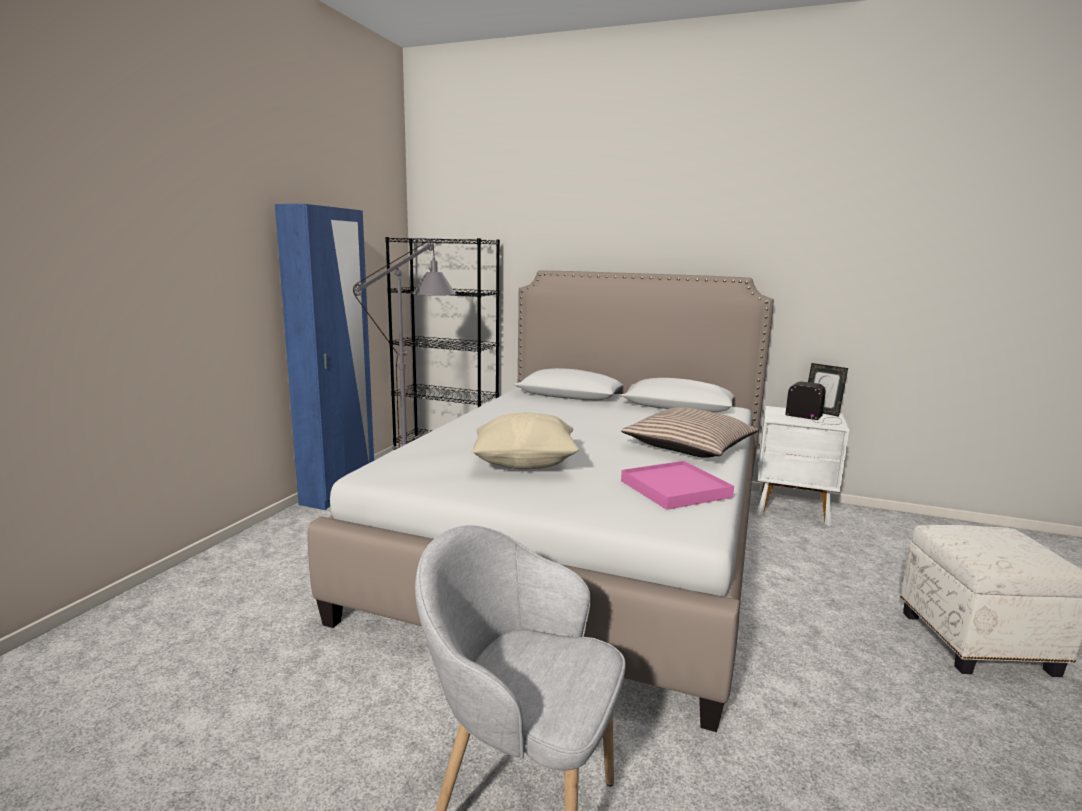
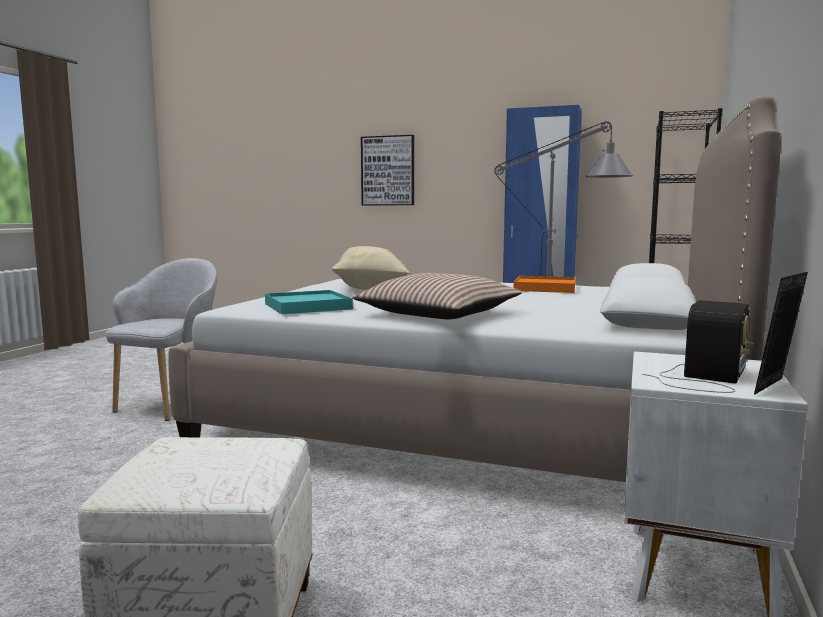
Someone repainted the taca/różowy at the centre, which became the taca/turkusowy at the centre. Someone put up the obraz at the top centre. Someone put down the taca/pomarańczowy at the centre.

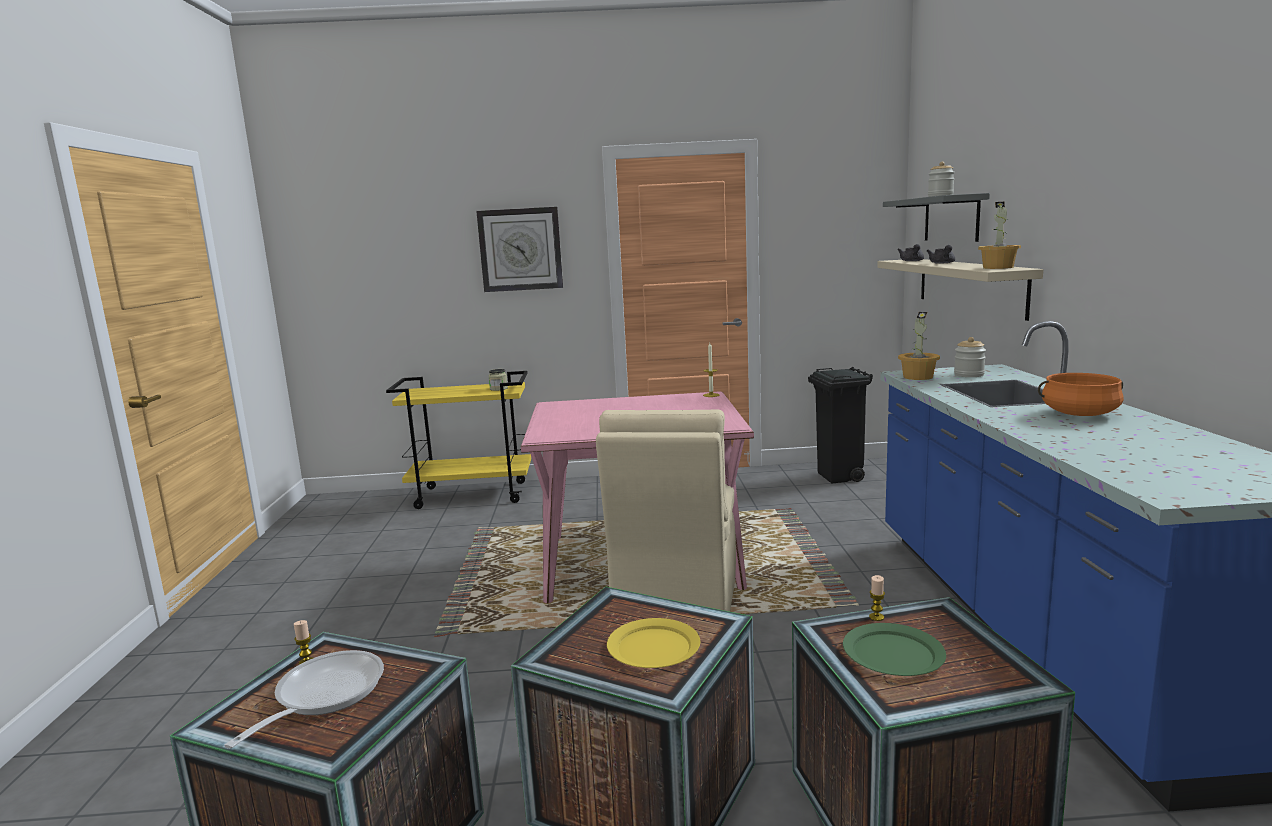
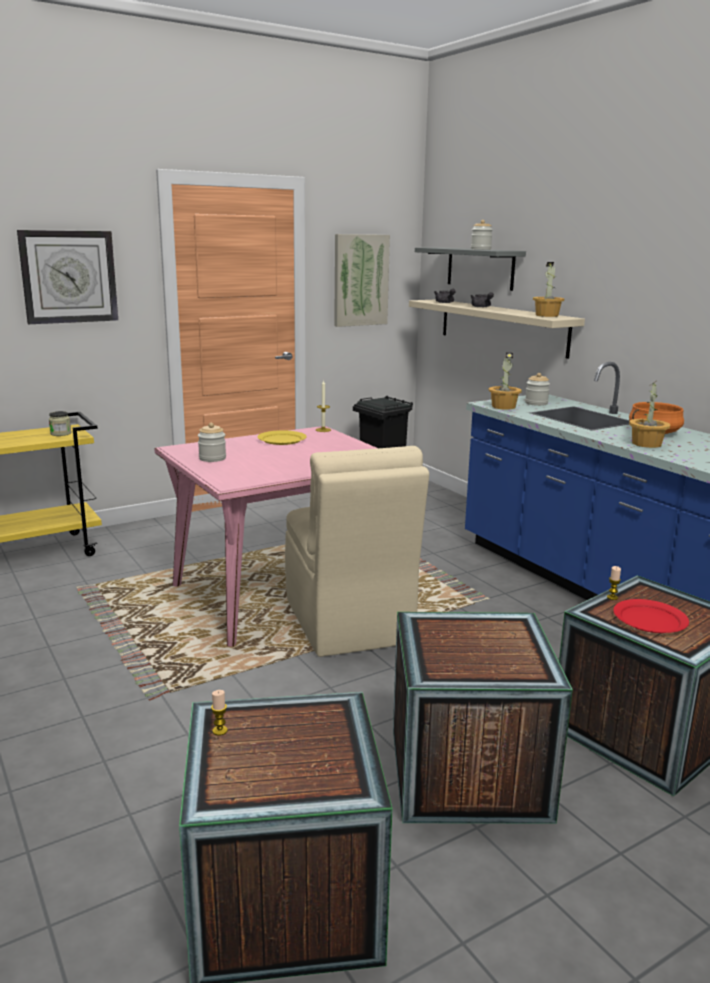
Someone took away the patelnia at the bottom left. Someone carried the talerz/żółty from the bottom centre to the centre. Someone repainted the talerz/zielony at the bottom right, which became the talerz/czerwony at the middle right. Someone put down the słoik (2nd from left) at the middle left. Someone put up the obraz at the top centre. Someone put down the roślina doniczkowa (3rd from left) at the middle right.

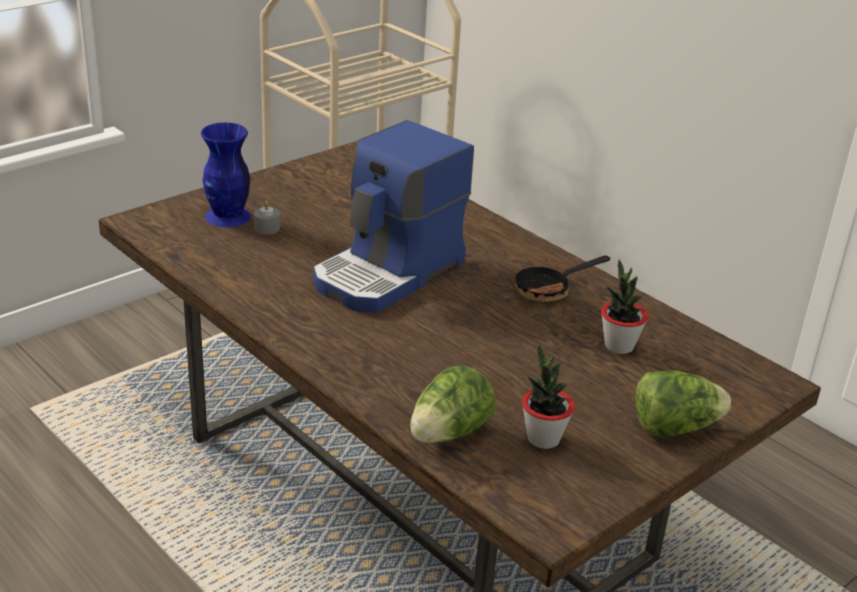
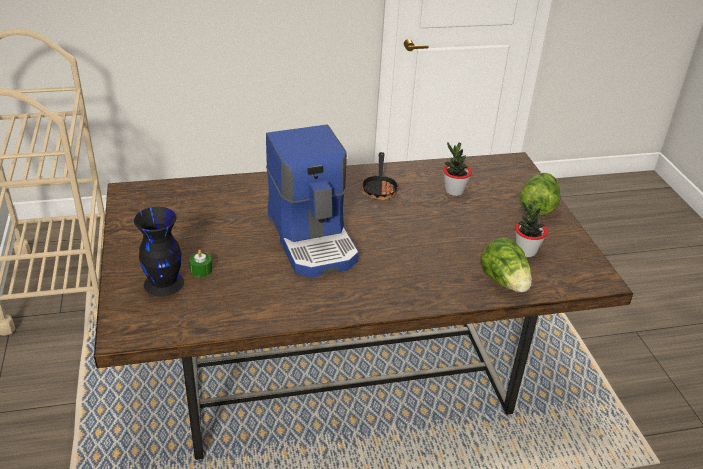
Someone repainted the wazon/niebieski at the top left, which became the wazon/czarny at the middle left. Someone repainted the świeca/szary at the middle left, which became the świeca/zielony at the middle left.

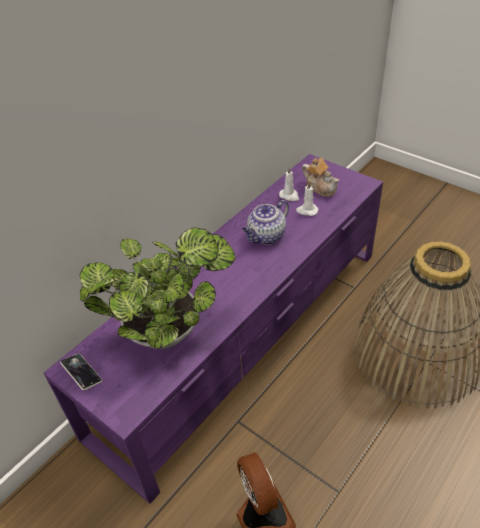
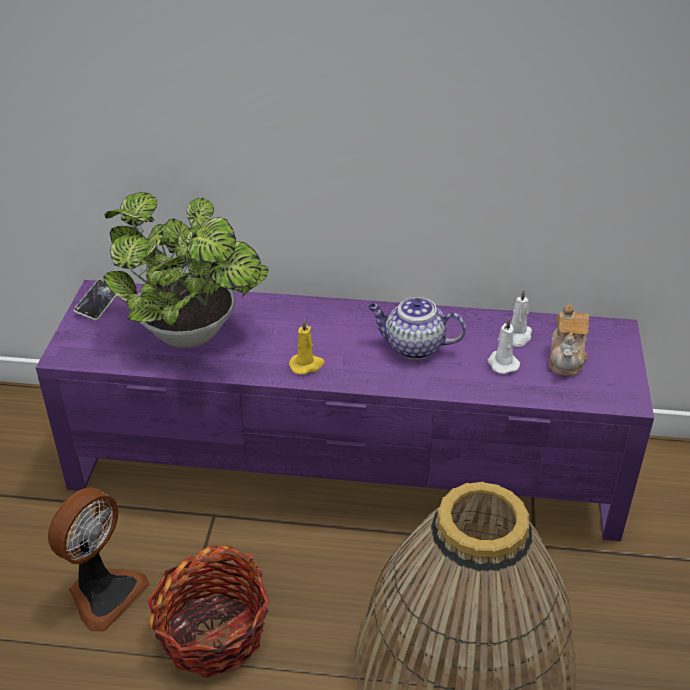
Someone put down the koszyk (1st from left) at the bottom left. Someone put down the świeca/żółty at the centre.

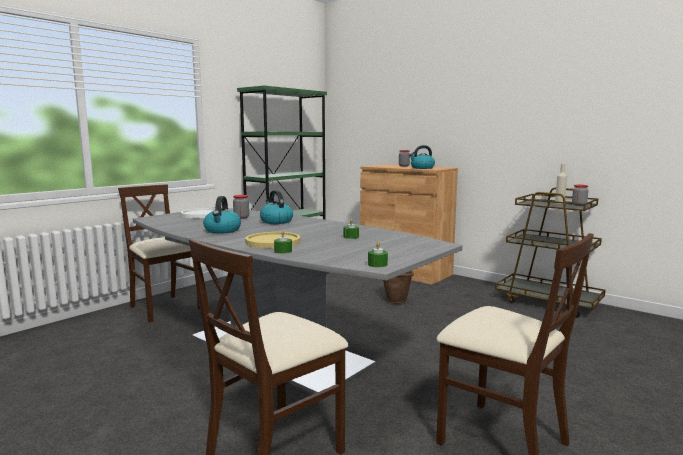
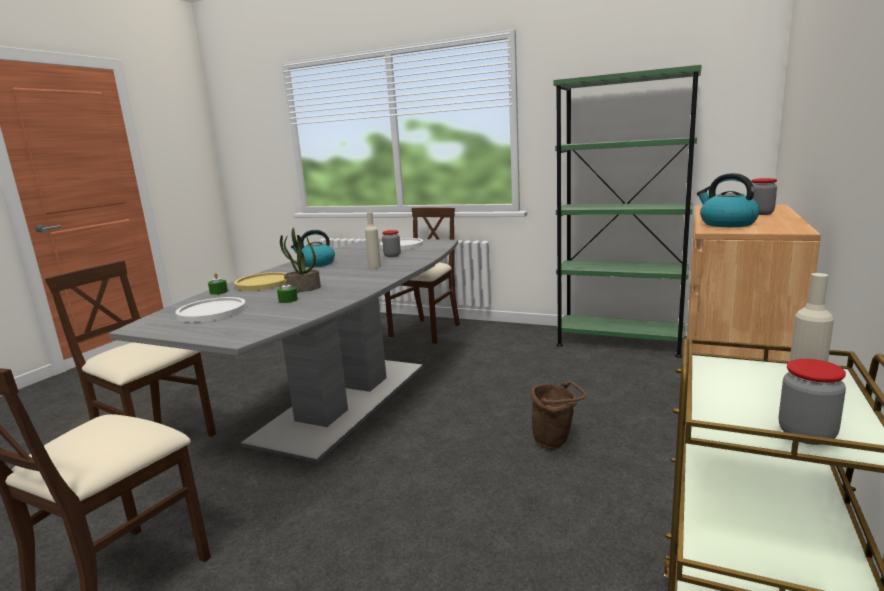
Someone swapped the czajnik (2nd from left) at the centre for the butelka/beżowy (1st from left) at the centre. Someone took away the świeca/zielony (3rd from left) at the centre. Someone put down the talerz/biały (1st from left) at the middle left. Someone put down the roślina doniczkowa at the centre.

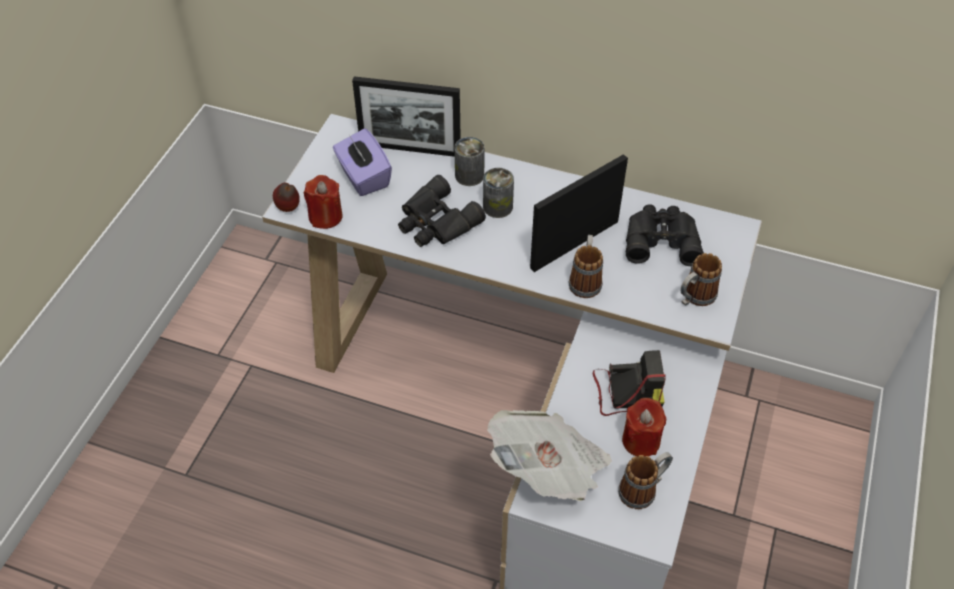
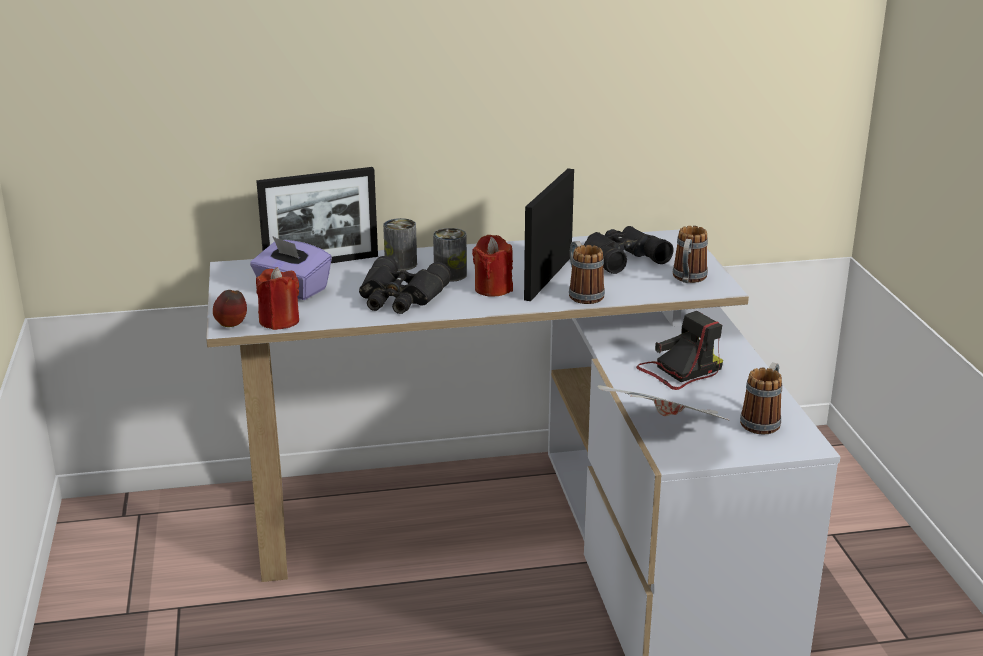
Someone carried the świeca/czerwony (2nd from left) from the bottom right to the centre.

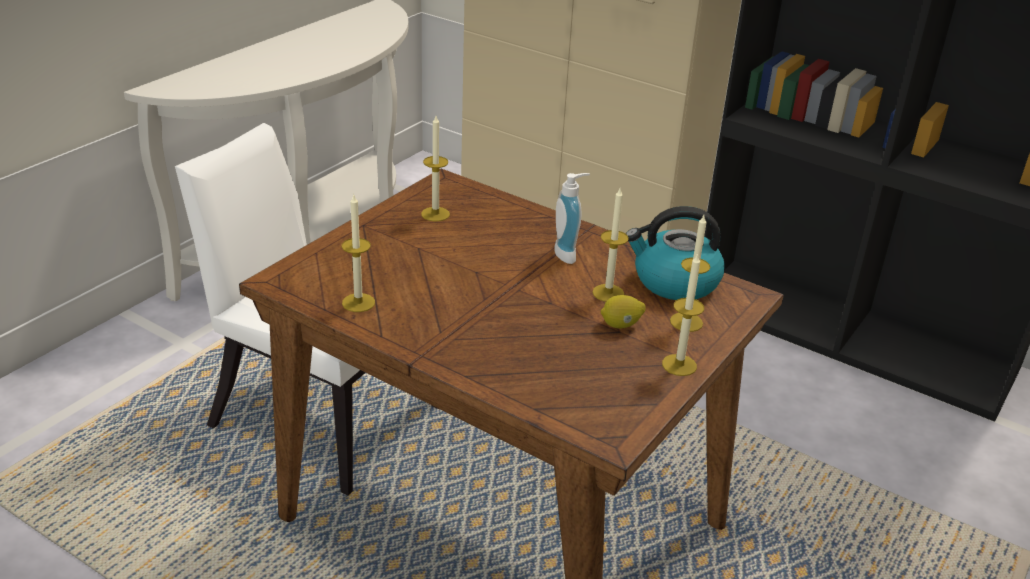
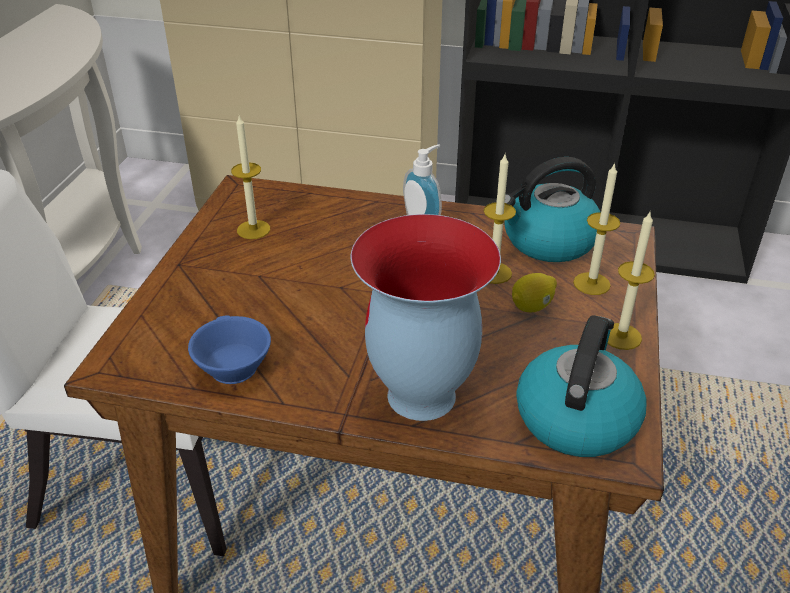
Someone swapped the świeca (1st from left) at the centre for the filiżanka/niebieski at the middle left. Someone put down the wazon at the centre. Someone put down the czajnik (2nd from left) at the middle right.

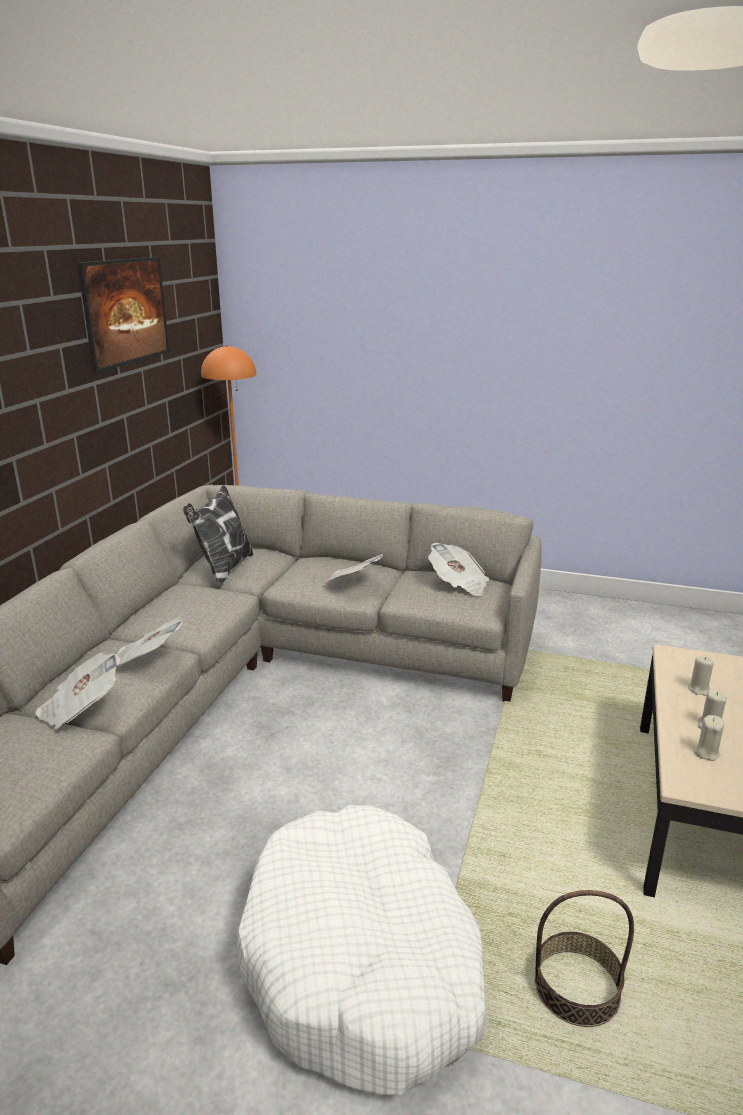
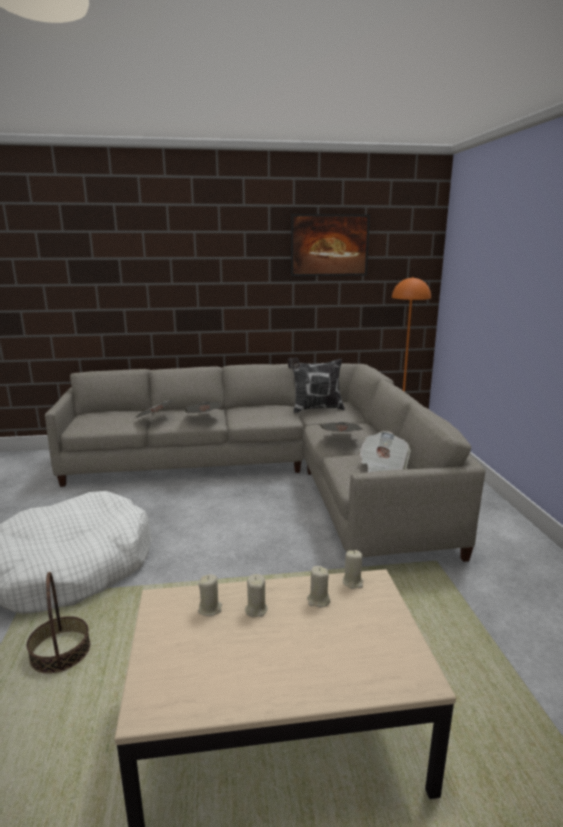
Someone put down the świeca/beżowy (4th from left) at the bottom centre.

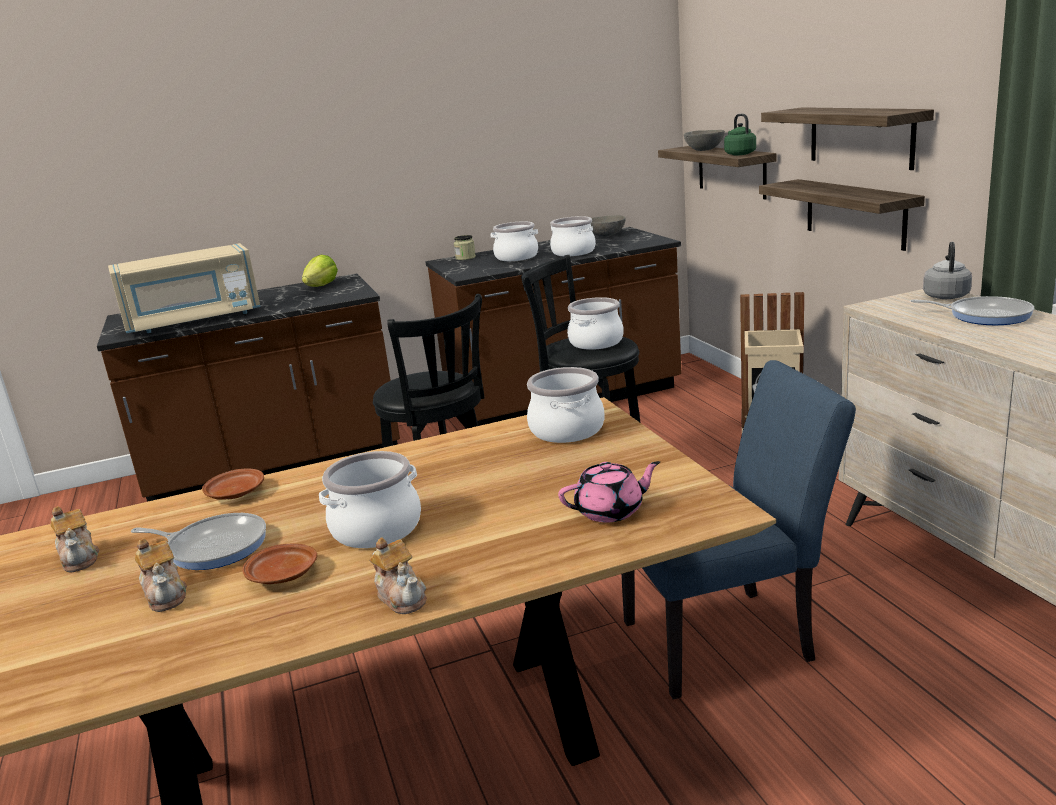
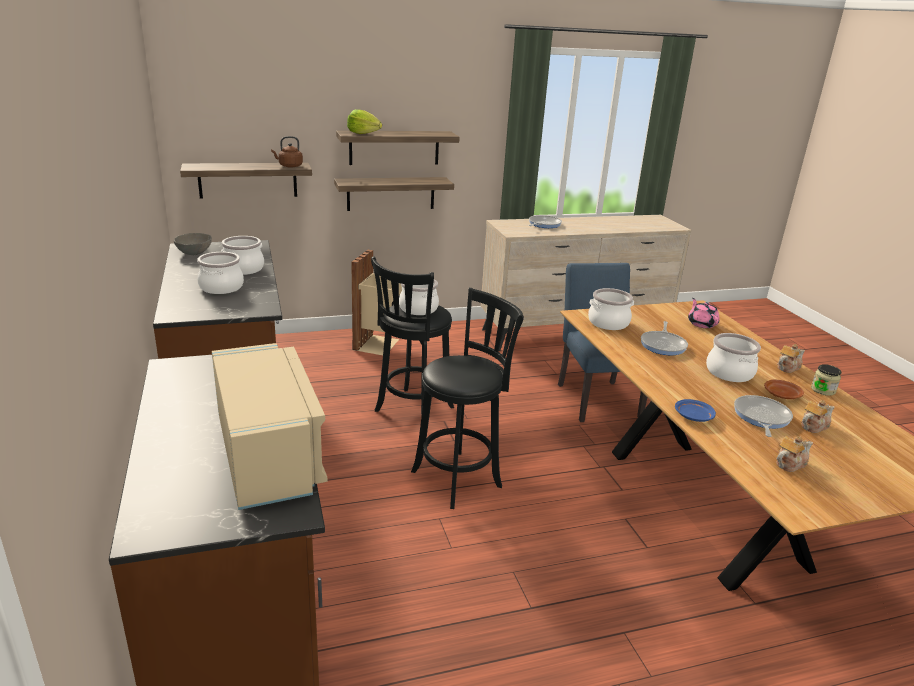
Someone repainted the talerz/brązowy (1st from left) at the middle left, which became the talerz/niebieski at the middle right. Someone carried the sałata from the middle left to the top centre. Someone carried the słoik from the top centre to the middle right. Someone took away the miska/szary (2nd from left) at the top right. Someone repainted the czajnik/zielony at the top right, which became the czajnik/brązowy at the top left. Someone took away the czajnik/szary at the middle right. Someone put down the patelnia (2nd from left) at the middle right.

